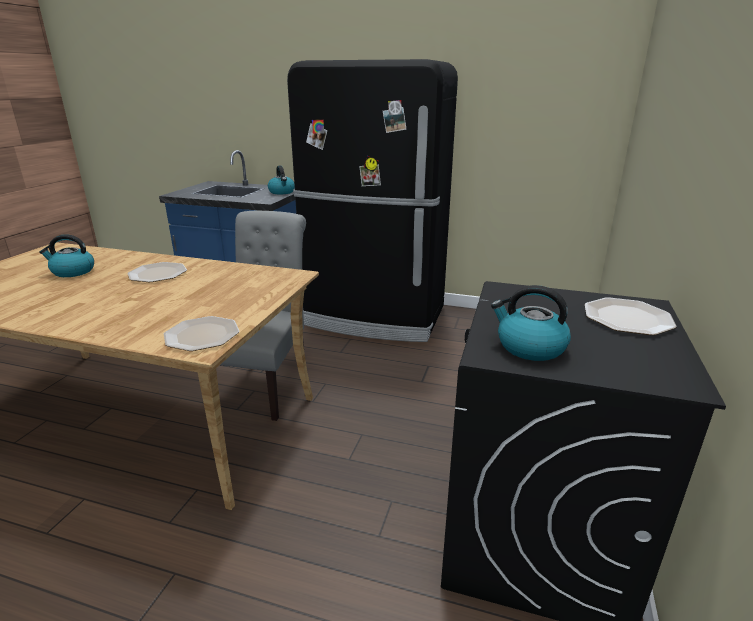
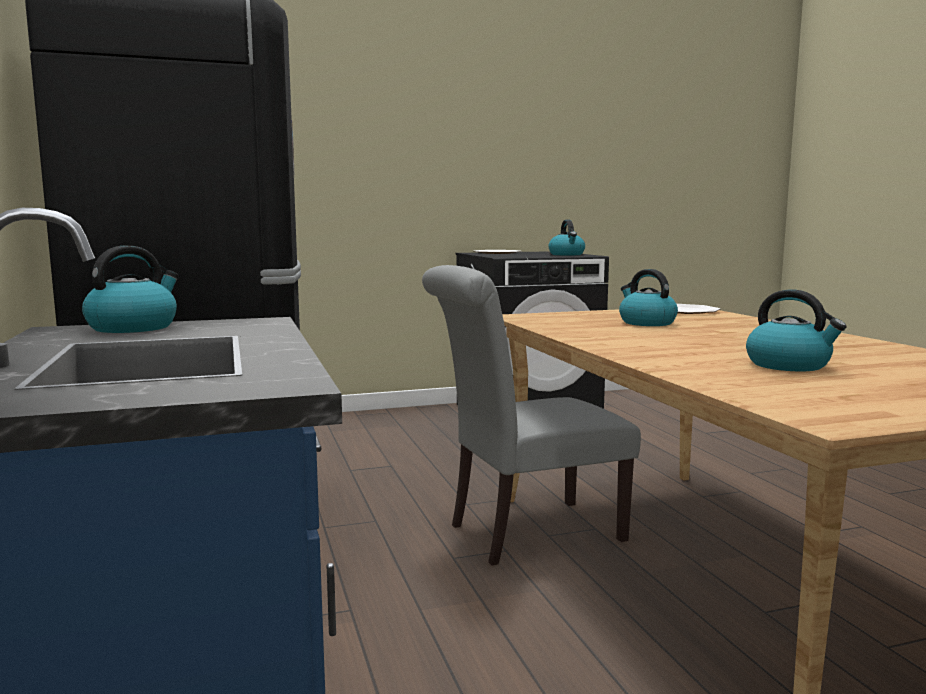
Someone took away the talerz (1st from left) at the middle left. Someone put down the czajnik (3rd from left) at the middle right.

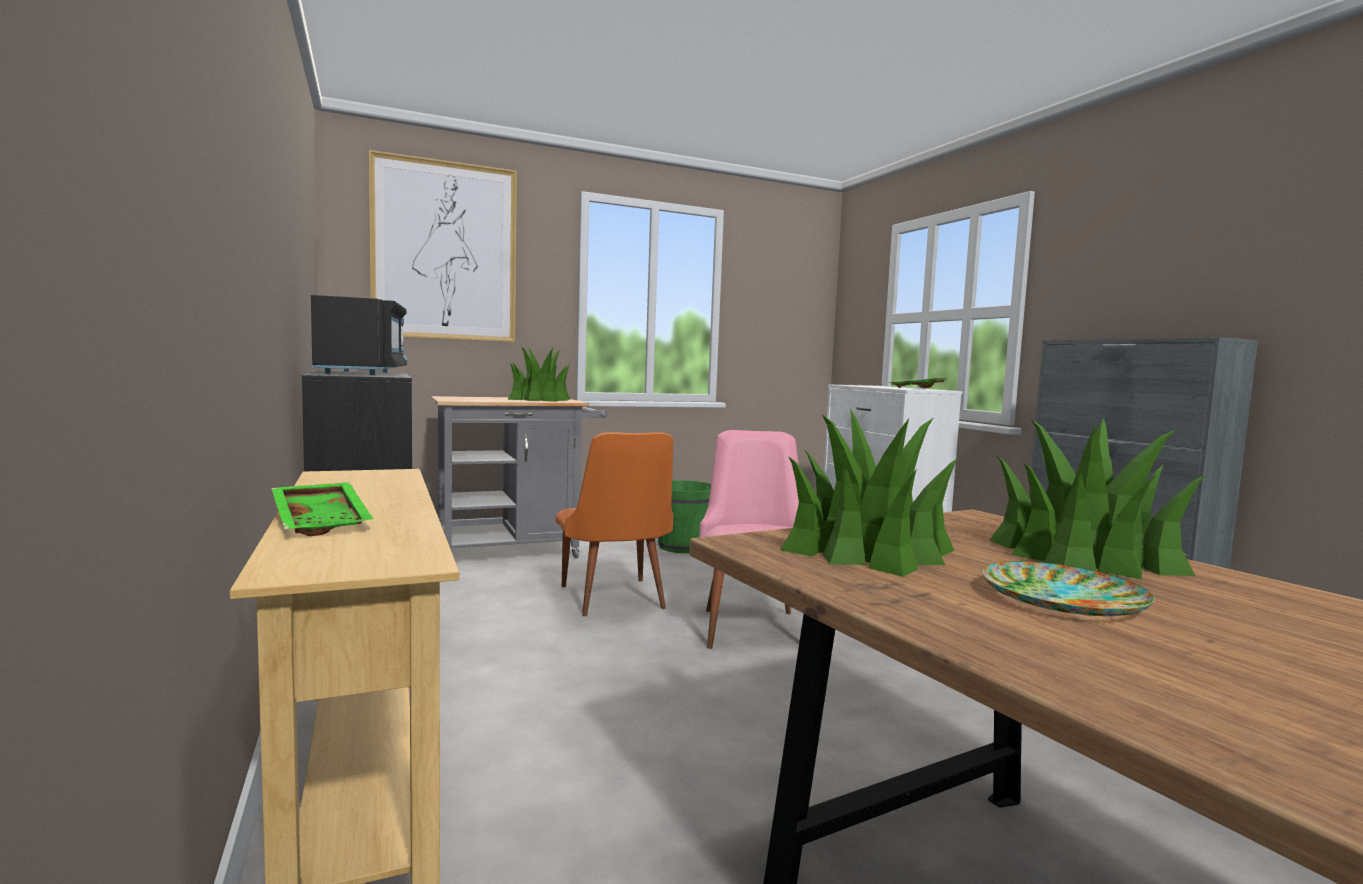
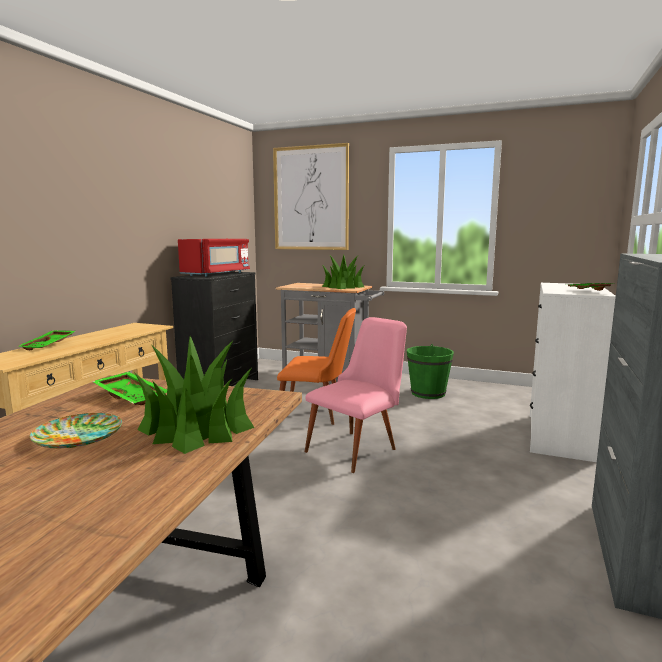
Someone repainted the mikrofalówka/czarny at the middle left, which became the mikrofalówka/czerwony at the middle left. Someone rotated the krzesło/pomarańczowy at the centre by 105 degrees counterclockwise. Someone swapped the roślina doniczkowa (2nd from left) at the centre for the taca/zielony (2nd from left) at the middle left.

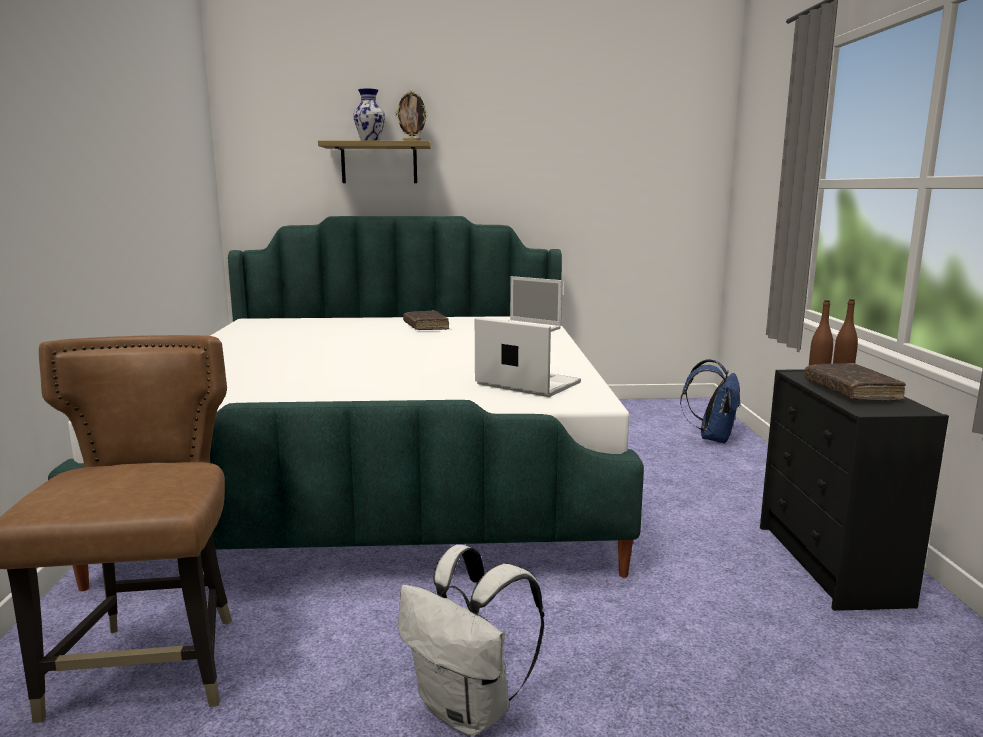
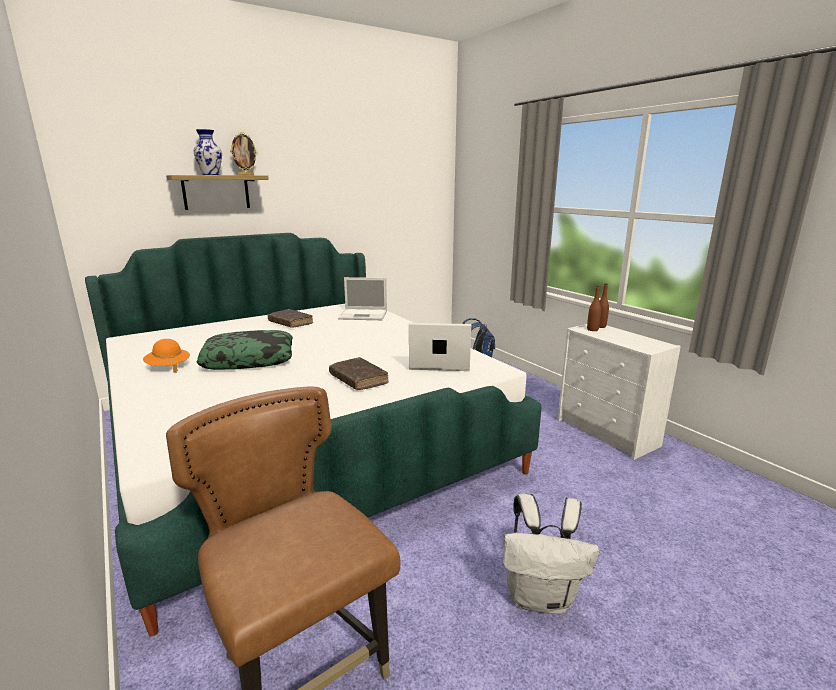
Someone repainted the komoda/czarny at the middle right, which became the komoda/biały at the middle right. Someone carried the książka/brązowy (2nd from left) from the middle right to the centre. Someone put down the kapelusz/pomarańczowy at the middle left. Someone put down the poduszka at the middle left.

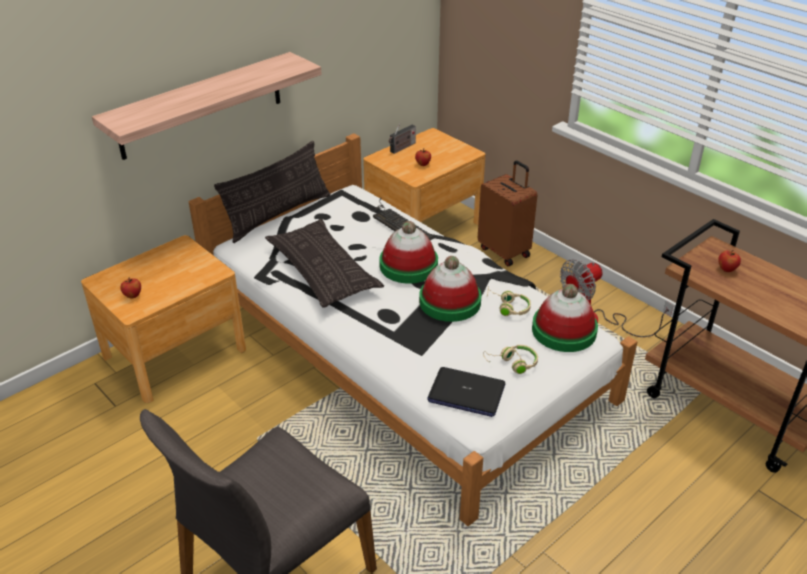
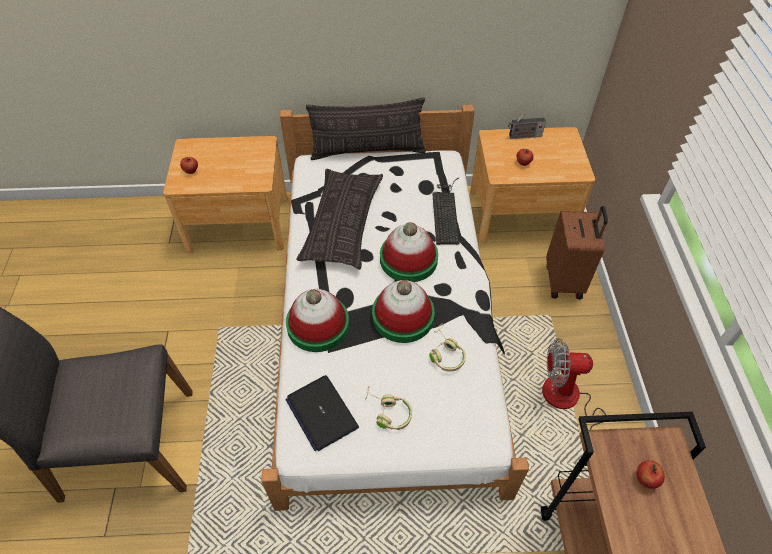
Someone took away the półka at the top left. Someone carried the kapelusz (3rd from left in the first image) from the middle right to the centre.

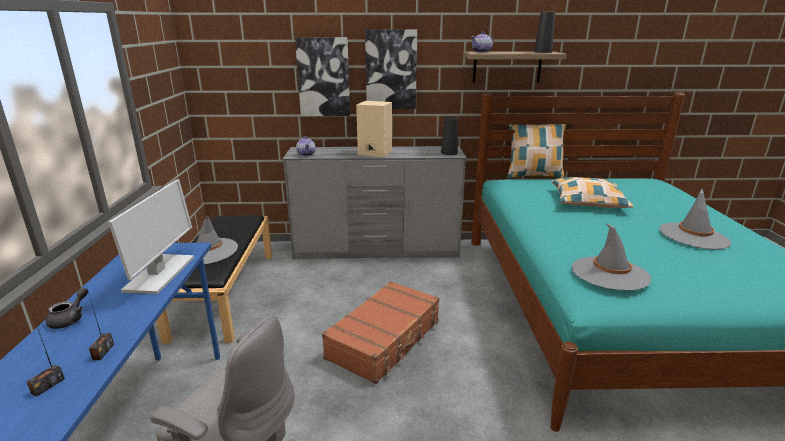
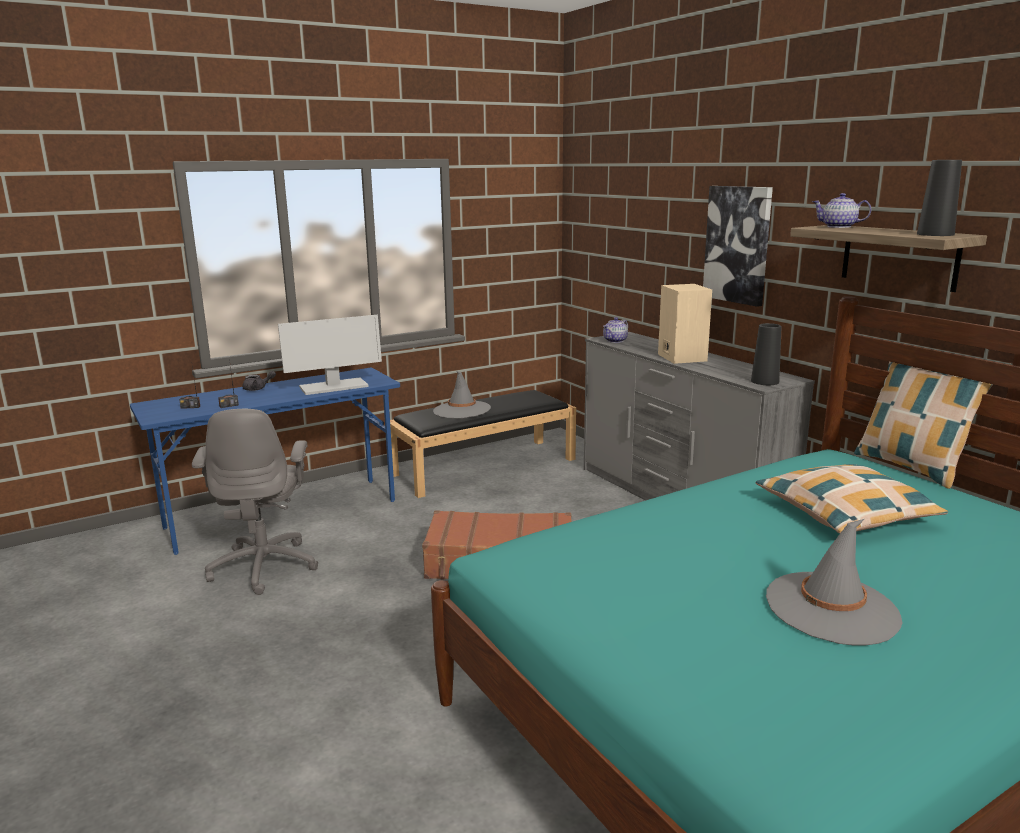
Someone took away the obraz (1st from left) at the top centre. Someone took away the kapelusz/szary (2nd from left) at the middle right.

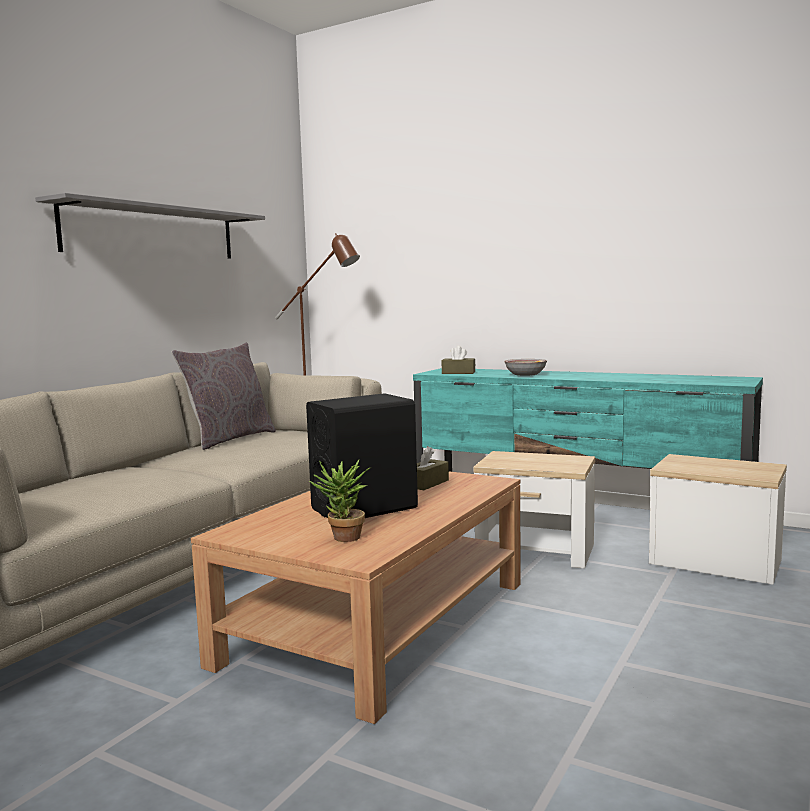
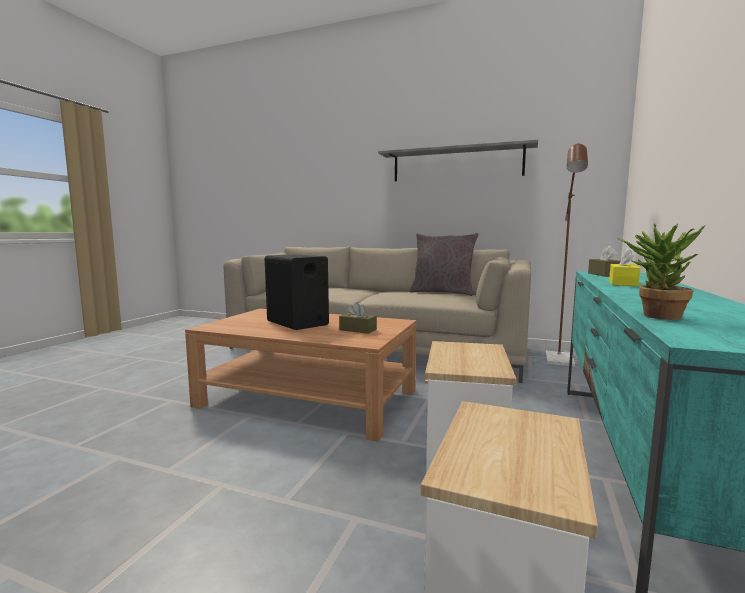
Someone carried the roślina doniczkowa from the centre to the middle right. Someone swapped the miska at the centre for the pudełko chusteczek/żółty at the middle right.

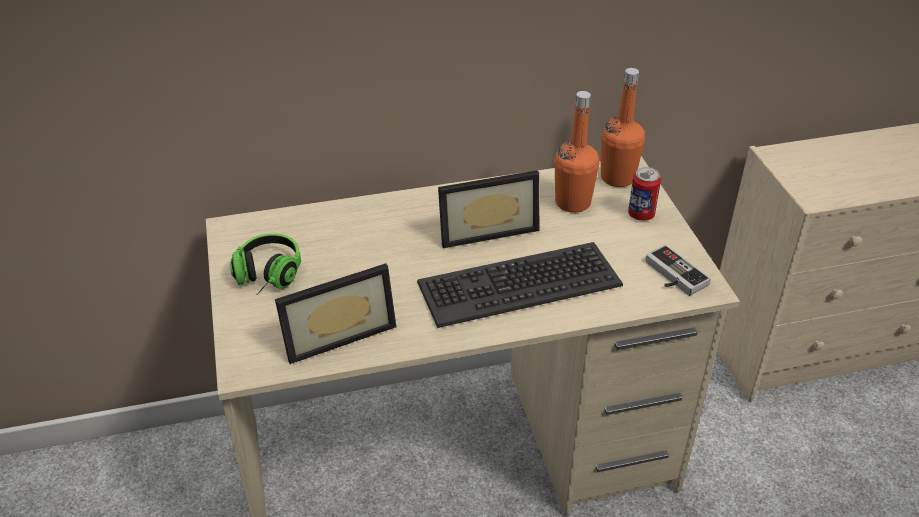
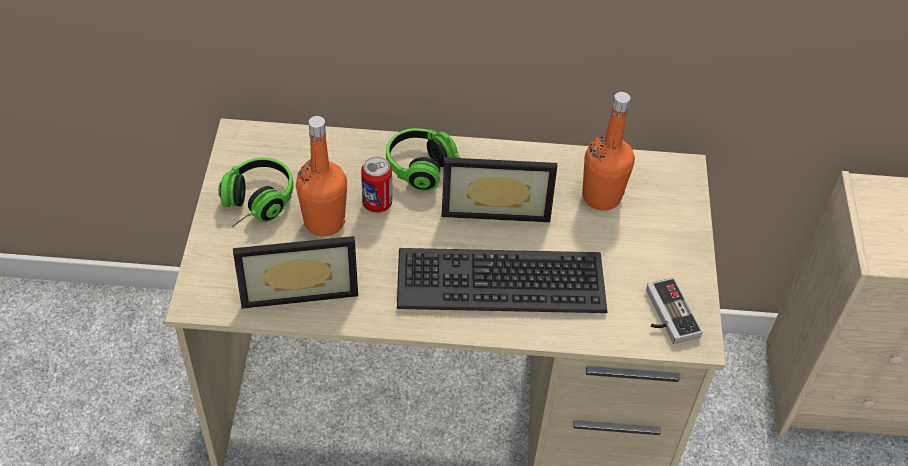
Someone carried the butelka/pomarańczowy (2nd from left in the first image) from the top right to the centre. Someone carried the puszka from the middle right to the centre. Someone put down the słuchawki (2nd from left) at the centre.

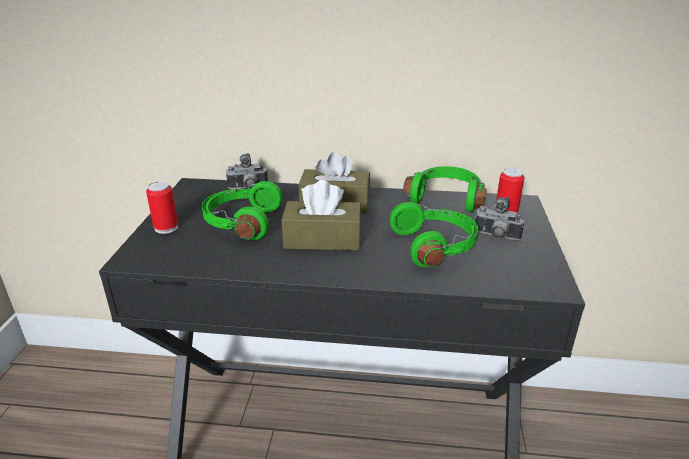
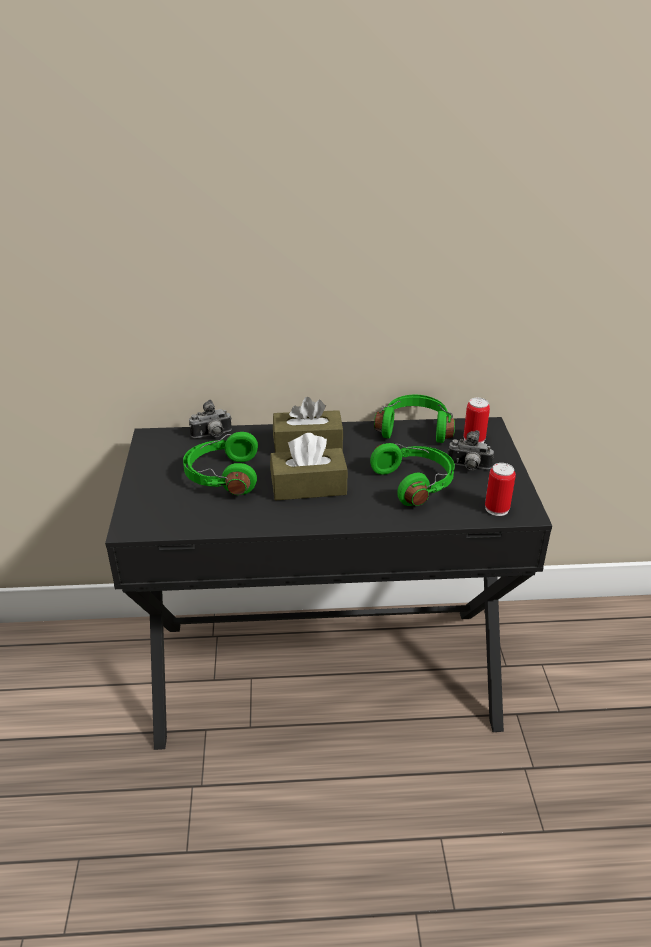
Someone carried the puszka (1st from left in the first image) from the middle left to the middle right.

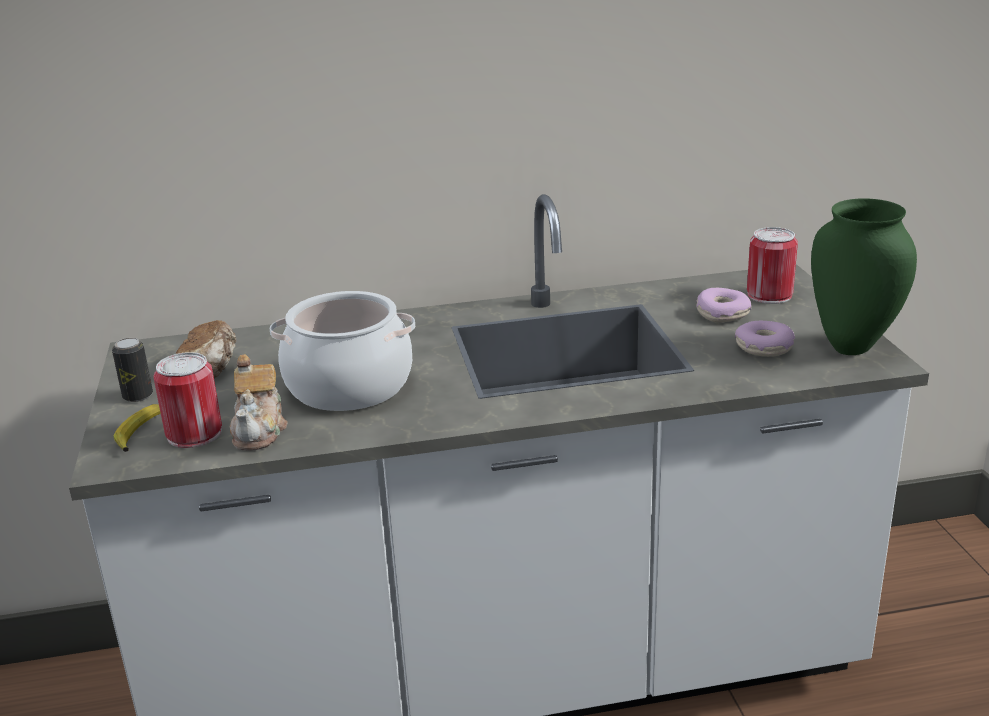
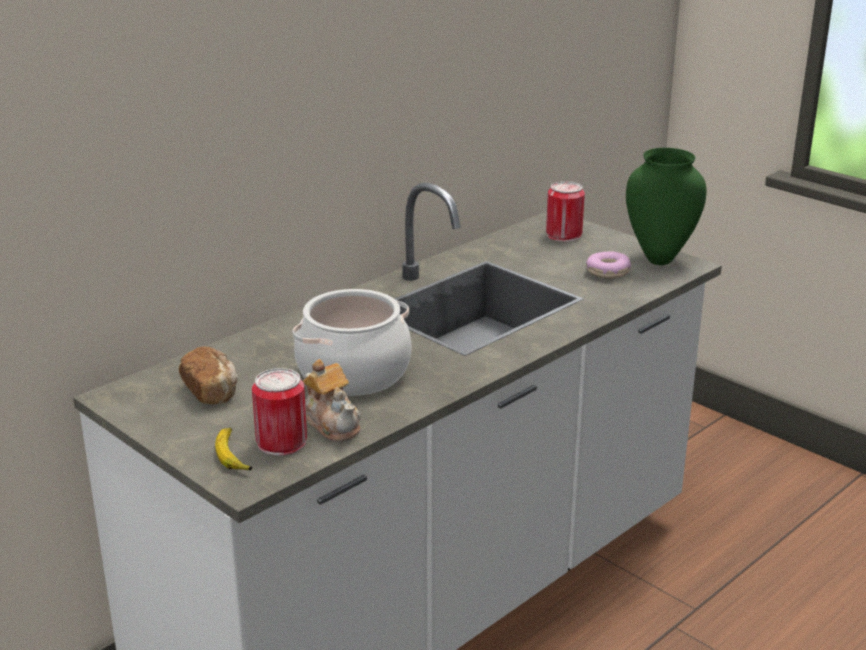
Someone took away the puszka (1st from left) at the middle left. Someone took away the donut (1st from left) at the middle right.

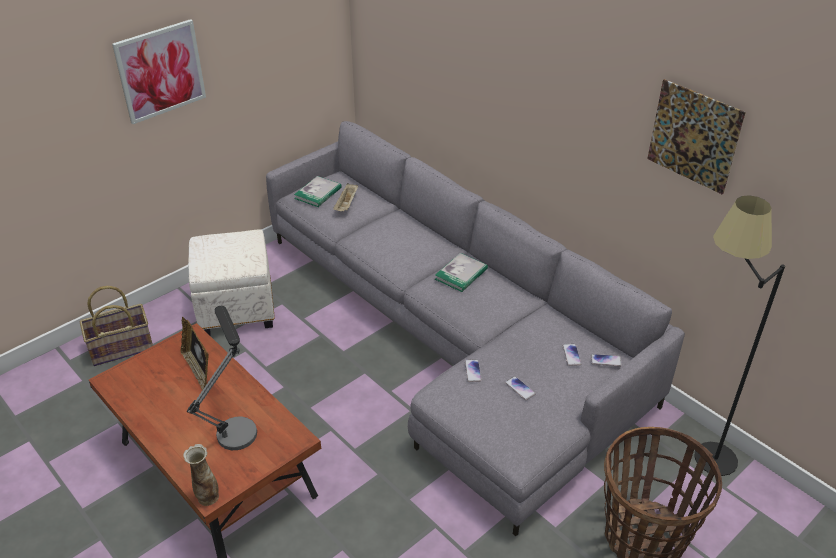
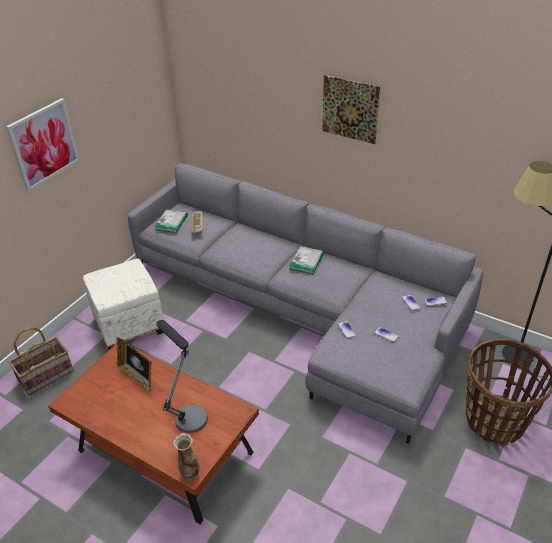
Someone carried the obraz (2nd from left) from the top right to the top centre.

